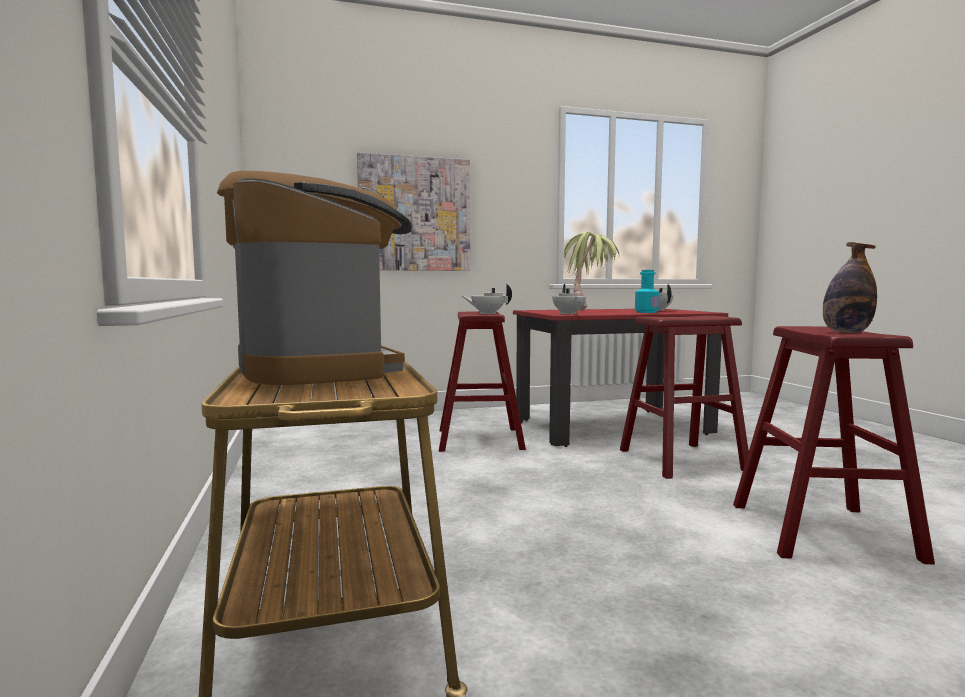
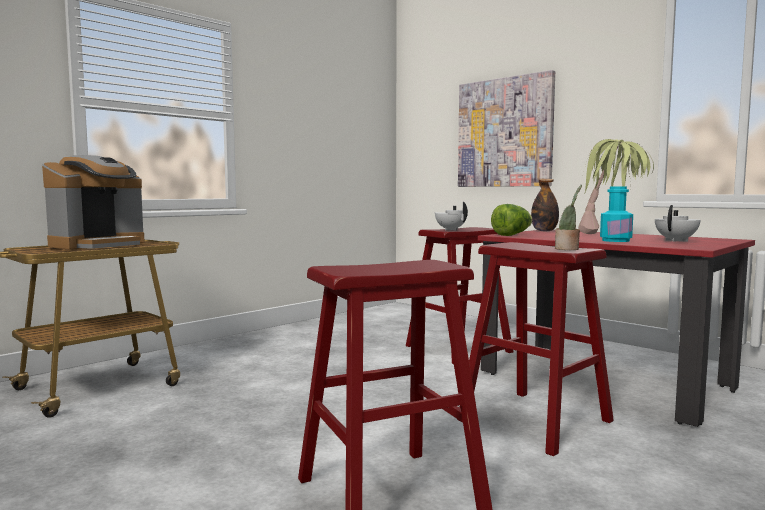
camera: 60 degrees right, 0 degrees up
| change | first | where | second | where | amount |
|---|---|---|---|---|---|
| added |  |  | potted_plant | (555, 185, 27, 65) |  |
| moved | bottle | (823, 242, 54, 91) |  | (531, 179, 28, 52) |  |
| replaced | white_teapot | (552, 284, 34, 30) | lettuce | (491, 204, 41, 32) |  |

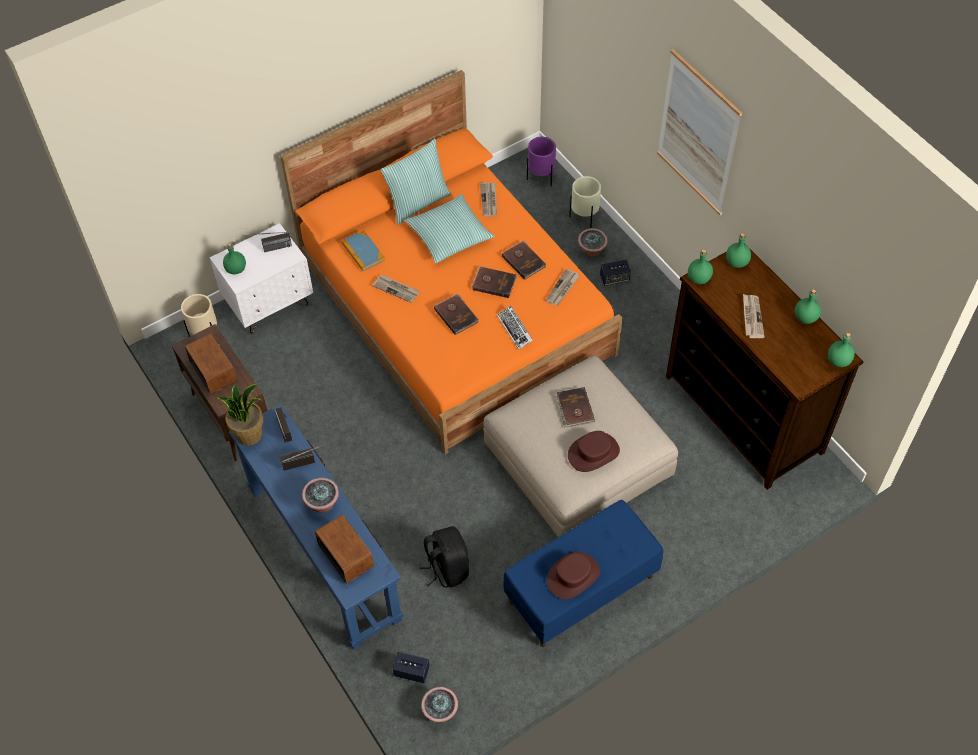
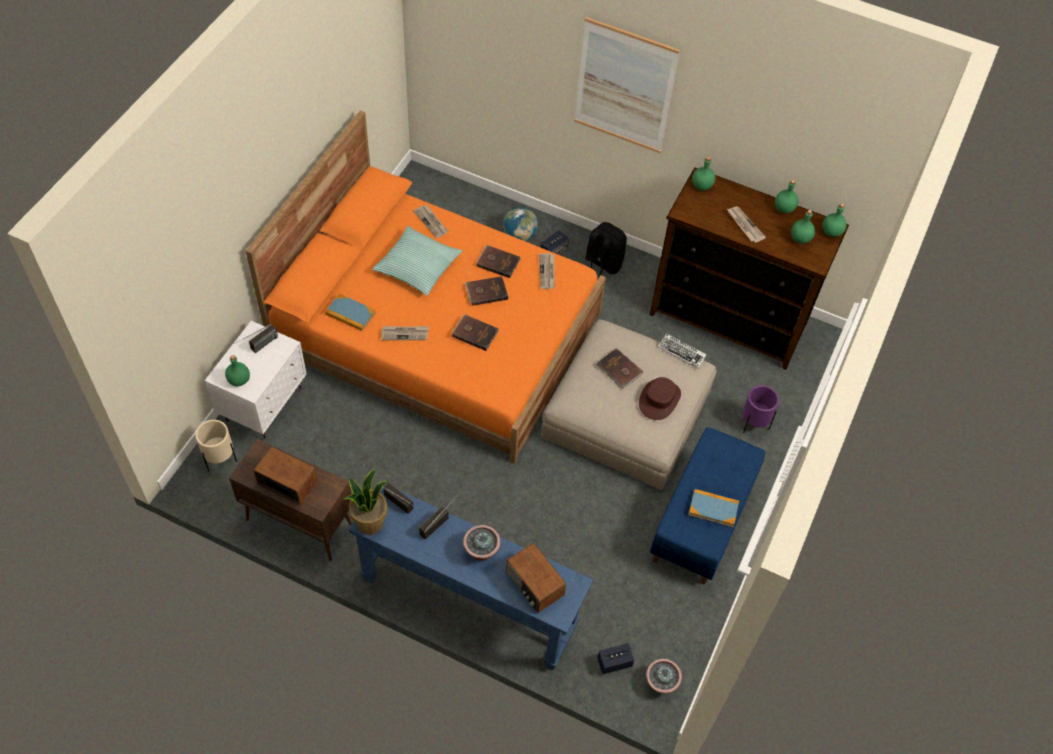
camera: 35 degrees left, 0 degrees up
| change | first | where | second | where | amount |
|---|---|---|---|---|---|
| removed | pillow | (380, 139, 71, 86) |  |  |  |
| removed | beige_planter | (569, 176, 32, 52) |  |  |  |
| moved | black_backpack | (420, 526, 49, 62) |  | (585, 222, 42, 56) |  |
| moved | keyboard | (497, 305, 36, 45) |  | (658, 333, 49, 35) |  |
| moved | purple_planter | (527, 137, 29, 49) |  | (743, 385, 36, 48) |  |
| moved | green_bottle | (688, 249, 25, 35) |  | (791, 210, 24, 33) |  |
| replaced | brown_hat | (546, 552, 54, 47) | book | (689, 489, 50, 38) |  |
| replaced | potted_plant | (578, 228, 30, 29) | globe | (503, 207, 35, 34) |  |
| turned | radio | (315, 514, 59, 70) |  | (506, 543, 60, 70) | 150 degrees counterclockwise |

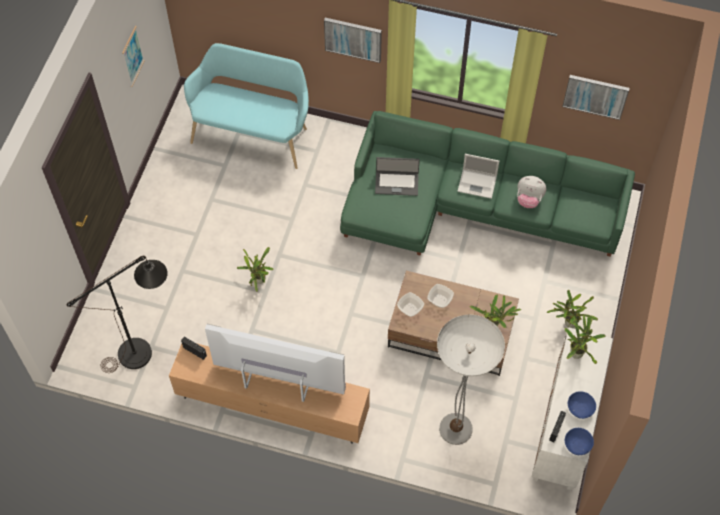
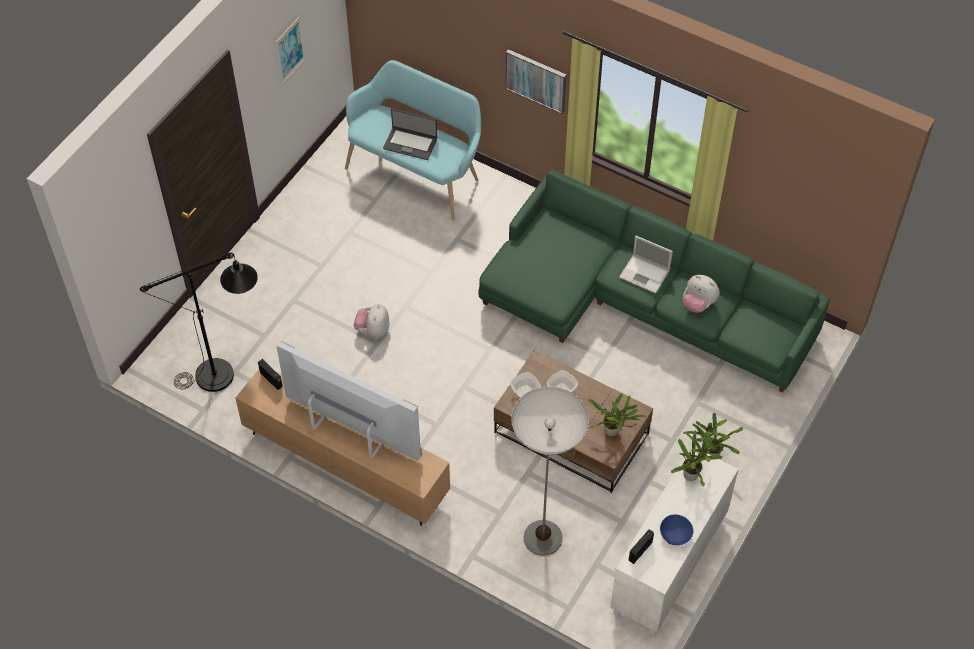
camera: 15 degrees right, 5 degrees down
| change | first | where | second | where | amount |
|---|---|---|---|---|---|
| removed | picture | (562, 75, 68, 45) |  |  |  |
| removed | blue_bowl | (565, 428, 29, 27) |  |  |  |
| moved | laptop | (375, 157, 45, 39) |  | (383, 108, 54, 52) |  |
| replaced | potted_plant | (237, 247, 37, 45) | plush_toy | (354, 304, 35, 34) |  |

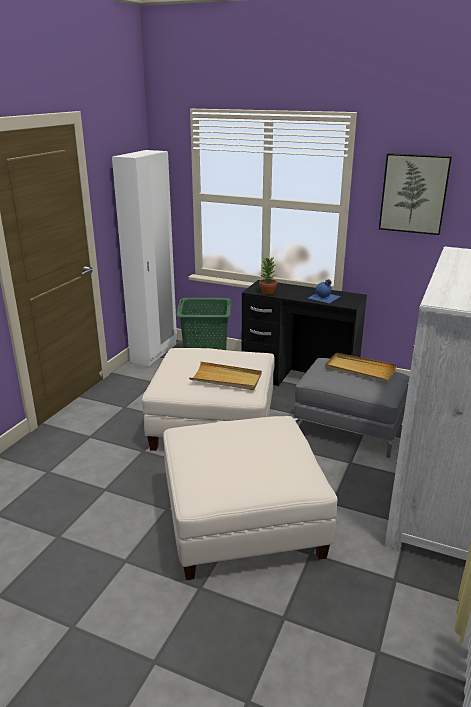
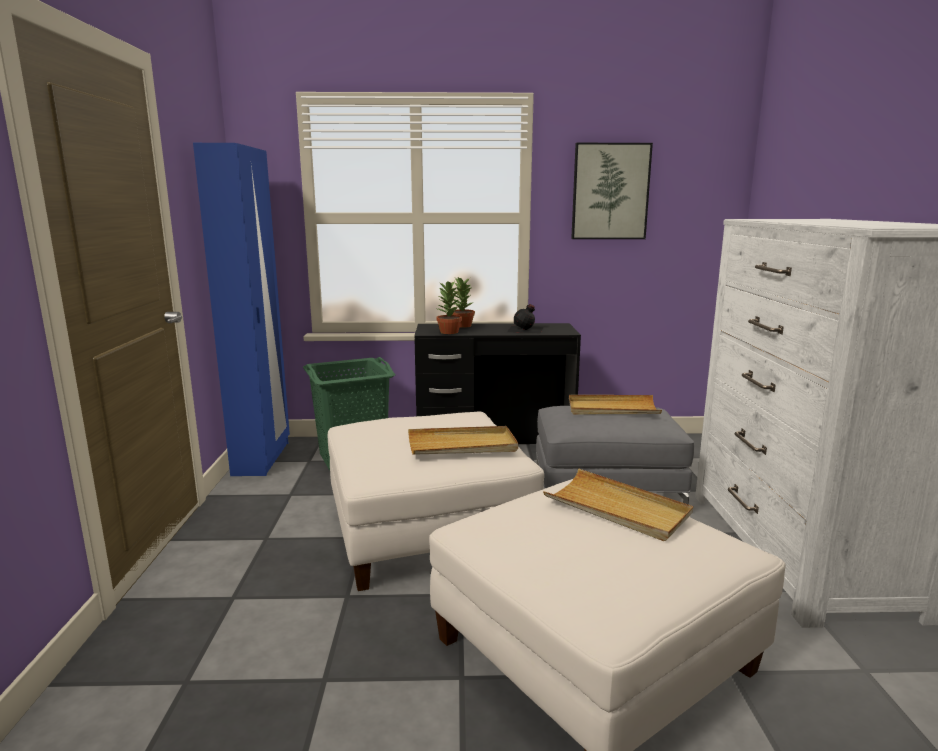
camera: 25 degrees left, 10 degrees down
| change | first | where | second | where | amount |
|---|---|---|---|---|---|
| added |  |  | potted_plant | (452, 277, 23, 51) |  |
| added |  |  | beige_tray | (543, 469, 150, 72) |  |
| recoloured | white_wardrobe | (112, 150, 65, 216) | blue_wardrobe | (193, 143, 97, 333) |  |
| recoloured | blue_bottle | (308, 279, 33, 24) | black_bottle | (507, 304, 36, 29) |  |

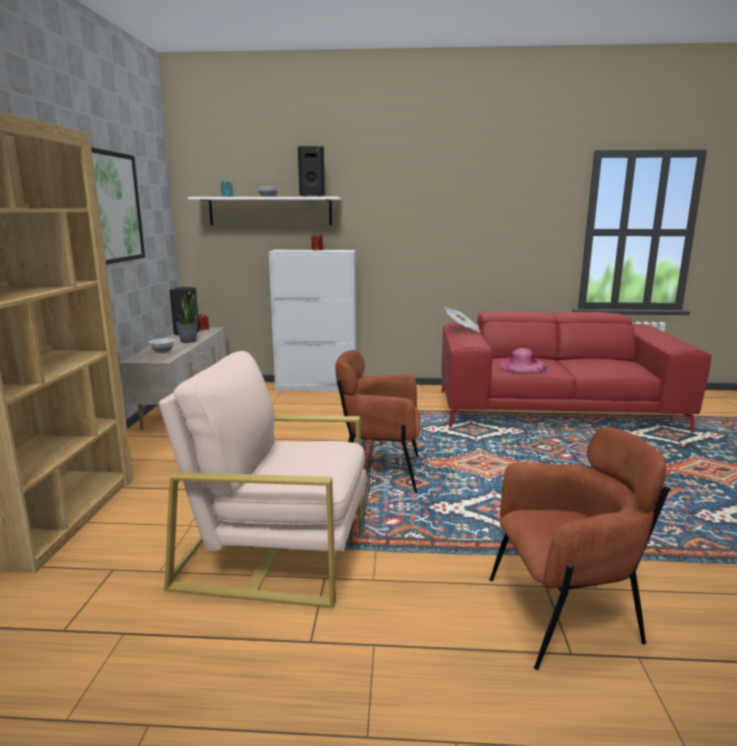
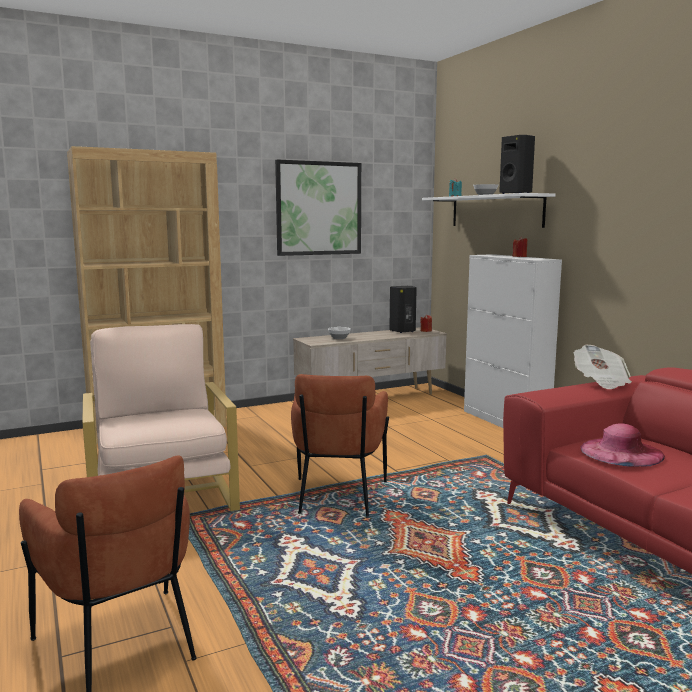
camera: 60 degrees right, 5 degrees down
| change | first | where | second | where | amount |
|---|---|---|---|---|---|
| removed | potted_plant | (176, 294, 22, 49) |  |  |  |
| turned | brown_armchair | (335, 350, 85, 143) |  | (291, 374, 98, 143) | 150 degrees counterclockwise |

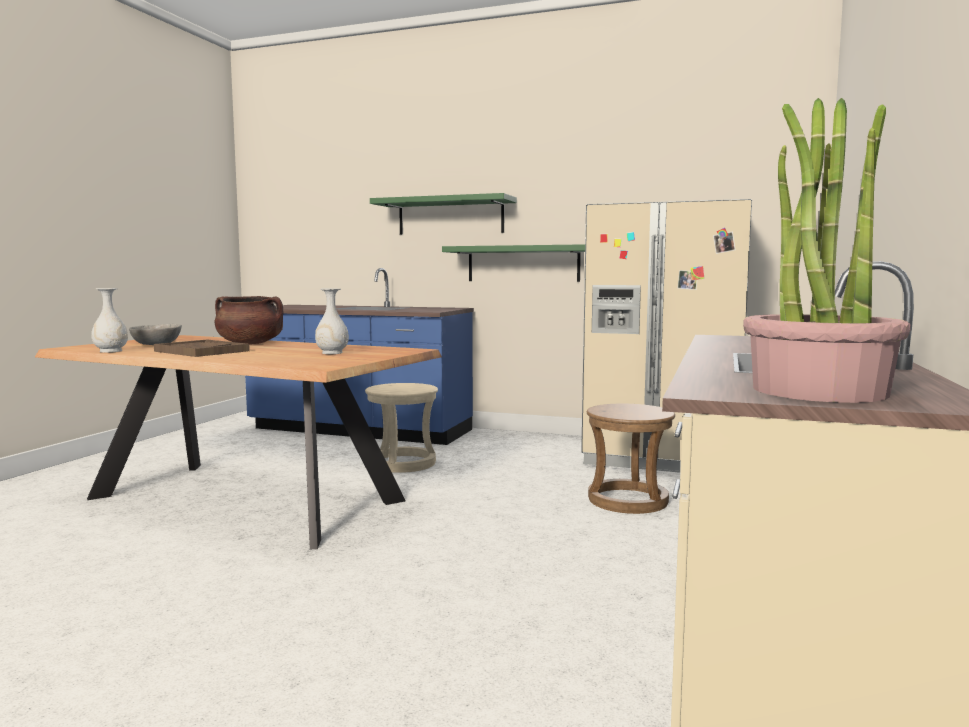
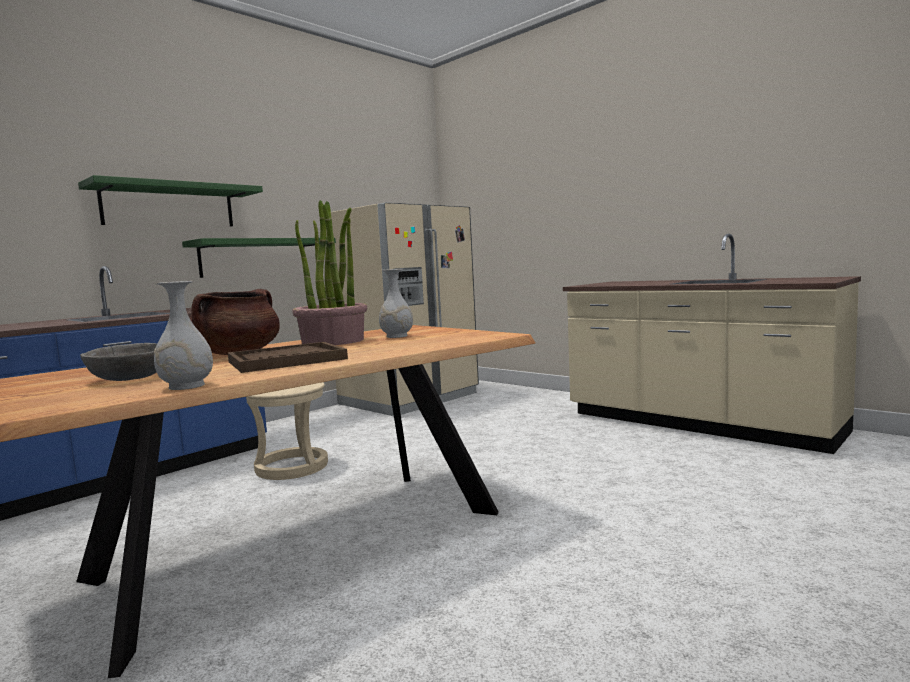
camera: 65 degrees left, 0 degrees up
| change | first | where | second | where | amount |
|---|---|---|---|---|---|
| removed | brown_stool | (587, 404, 88, 110) |  |  |  |
| moved | potted_plant | (743, 98, 168, 305) |  | (292, 200, 75, 145) |  |

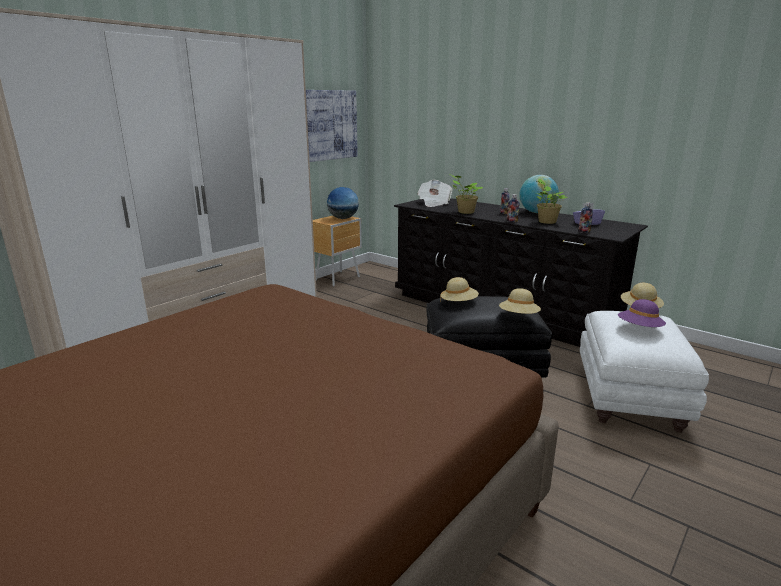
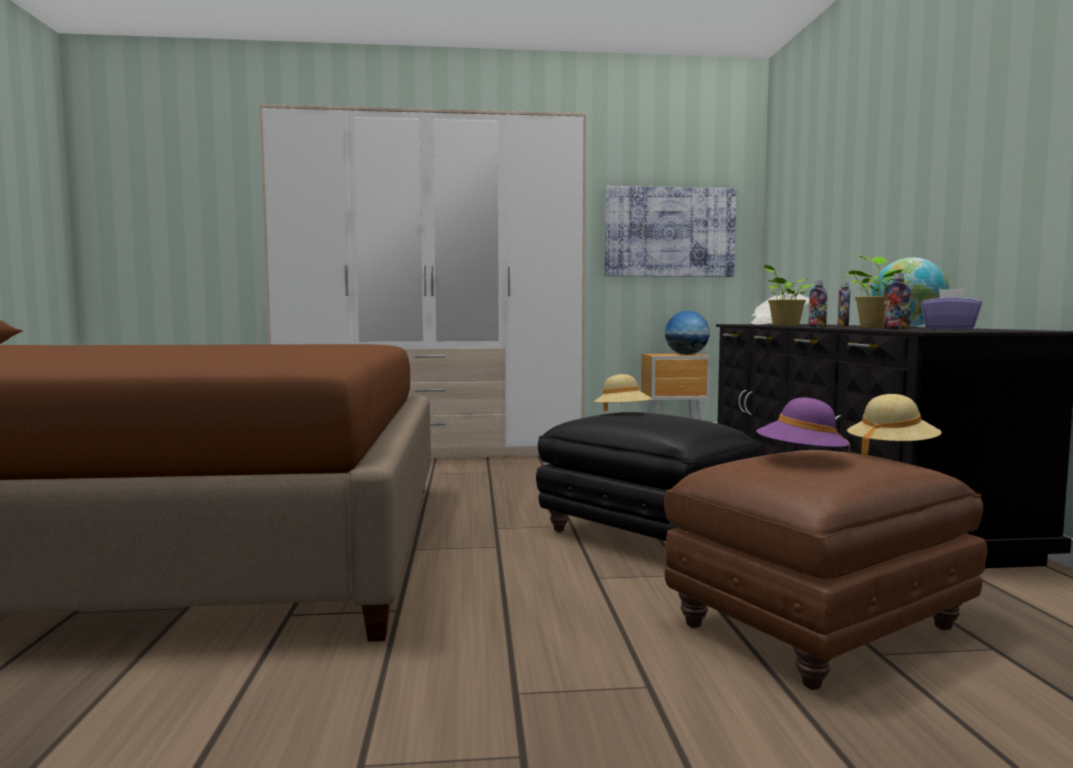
camera: 45 degrees right, 15 degrees down
| change | first | where | second | where | amount |
|---|---|---|---|---|---|
| removed | beige_hat | (499, 288, 42, 26) |  |  |  |
| recoloured | white_ottoman | (580, 311, 129, 122) | brown_ottoman | (664, 450, 324, 240) |  |

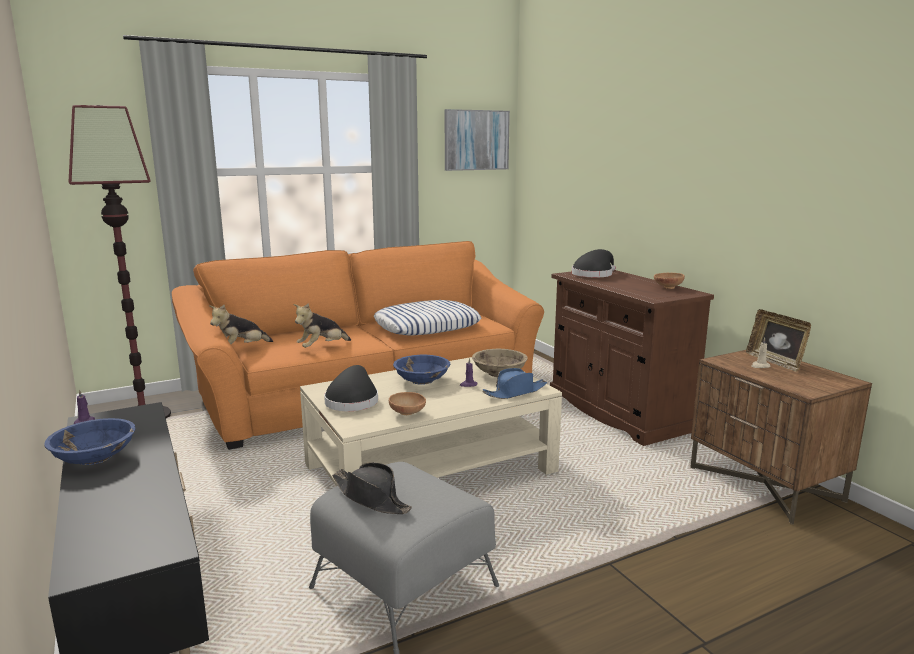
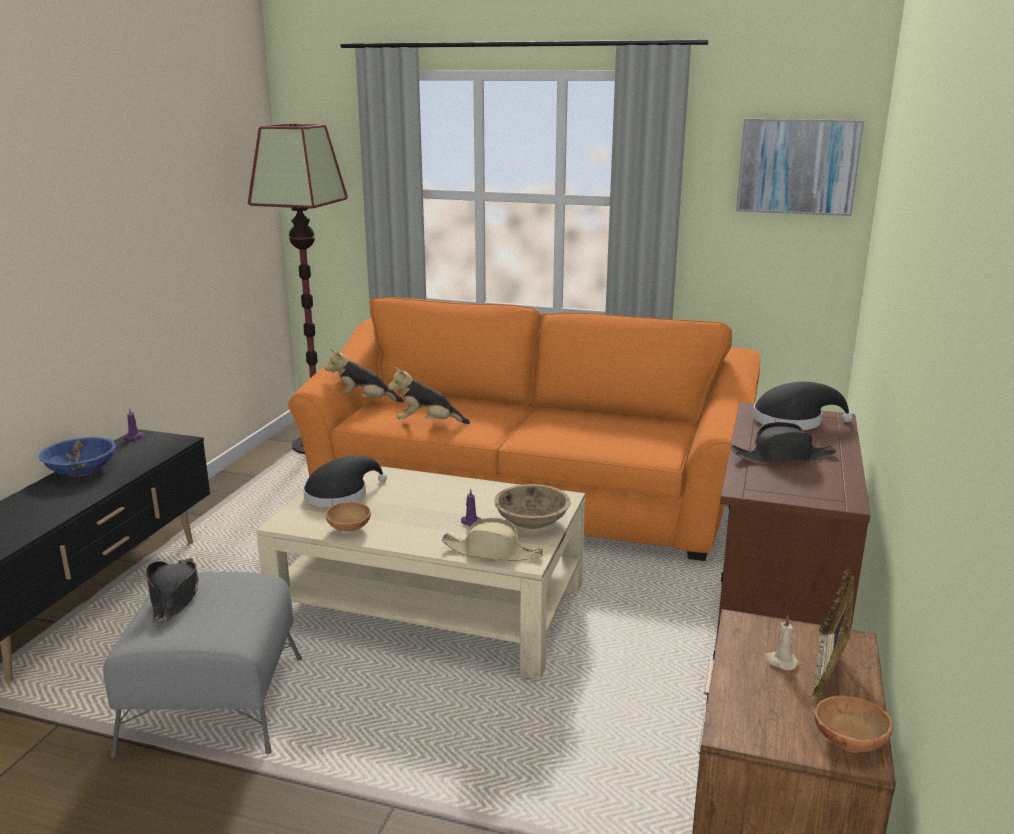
camera: 45 degrees right, 5 degrees up
| change | first | where | second | where | amount |
|---|---|---|---|---|---|
| removed | pillow | (374, 300, 107, 36) |  |  |  |
| removed | blue_bowl | (393, 355, 57, 30) |  |  |  |
| added |  |  | black_hat | (731, 422, 106, 41) |  |
| moved | brown_bowl | (654, 273, 31, 16) |  | (815, 695, 78, 58) |  |
| recoloured | blue_hat | (483, 368, 64, 31) | beige_hat | (442, 518, 102, 43) |  |

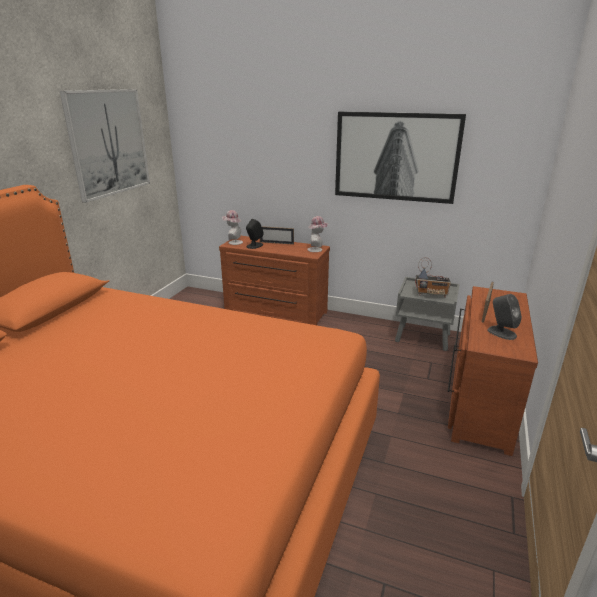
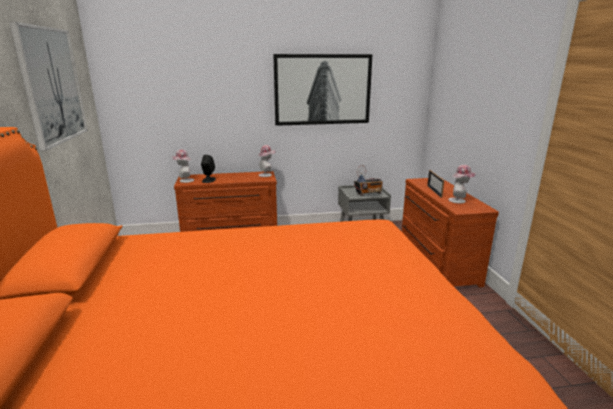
camera: 30 degrees left, 5 degrees down
| change | first | where | second | where | amount |
|---|---|---|---|---|---|
| removed | picture_frame | (260, 226, 34, 19) |  |  |  |
| replaced | grey_speaker | (487, 294, 35, 46) | hat | (448, 165, 28, 38) |  |

